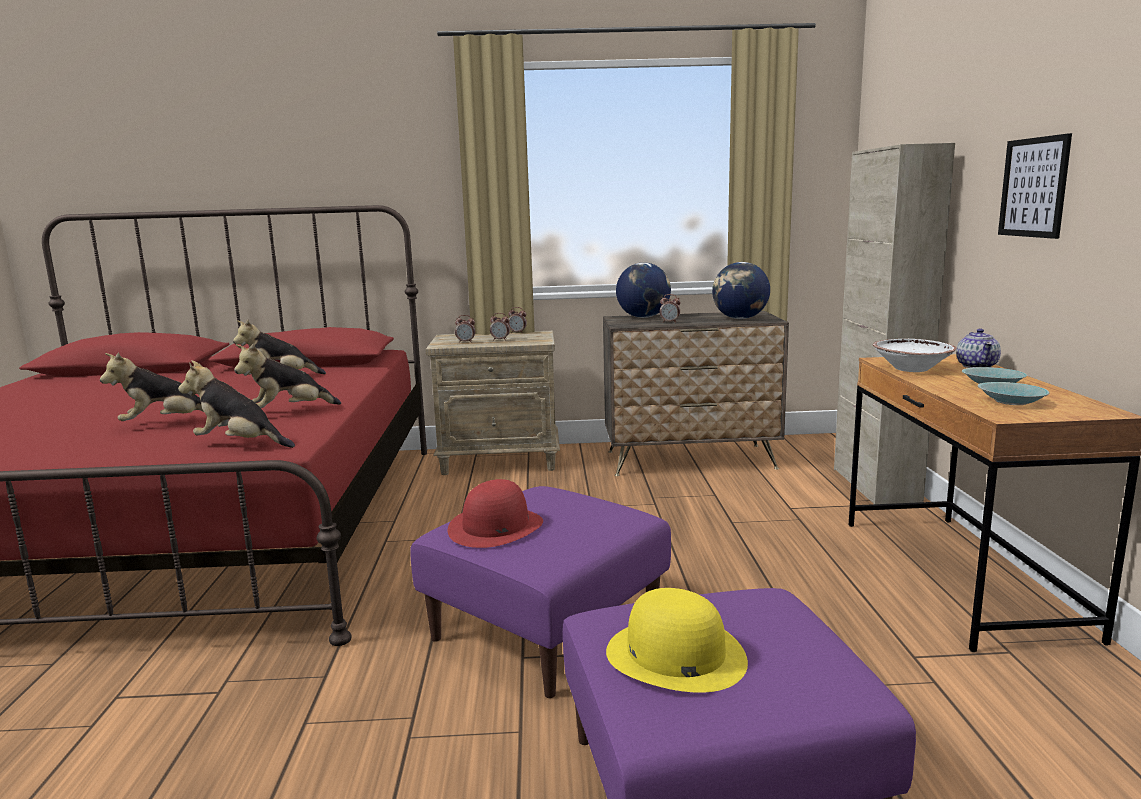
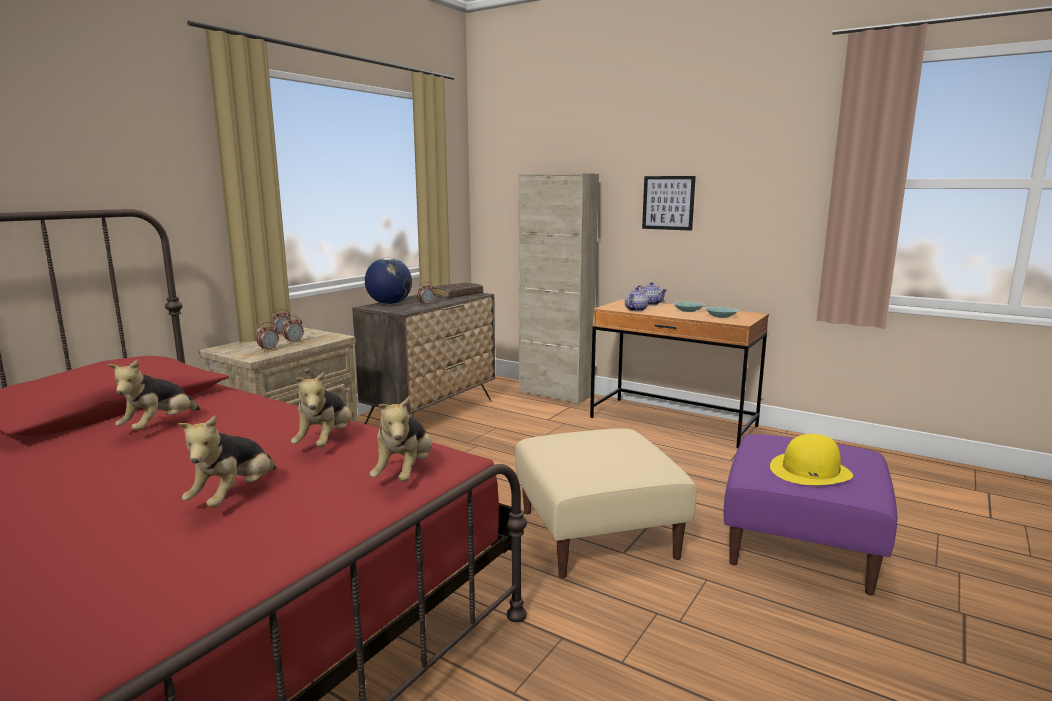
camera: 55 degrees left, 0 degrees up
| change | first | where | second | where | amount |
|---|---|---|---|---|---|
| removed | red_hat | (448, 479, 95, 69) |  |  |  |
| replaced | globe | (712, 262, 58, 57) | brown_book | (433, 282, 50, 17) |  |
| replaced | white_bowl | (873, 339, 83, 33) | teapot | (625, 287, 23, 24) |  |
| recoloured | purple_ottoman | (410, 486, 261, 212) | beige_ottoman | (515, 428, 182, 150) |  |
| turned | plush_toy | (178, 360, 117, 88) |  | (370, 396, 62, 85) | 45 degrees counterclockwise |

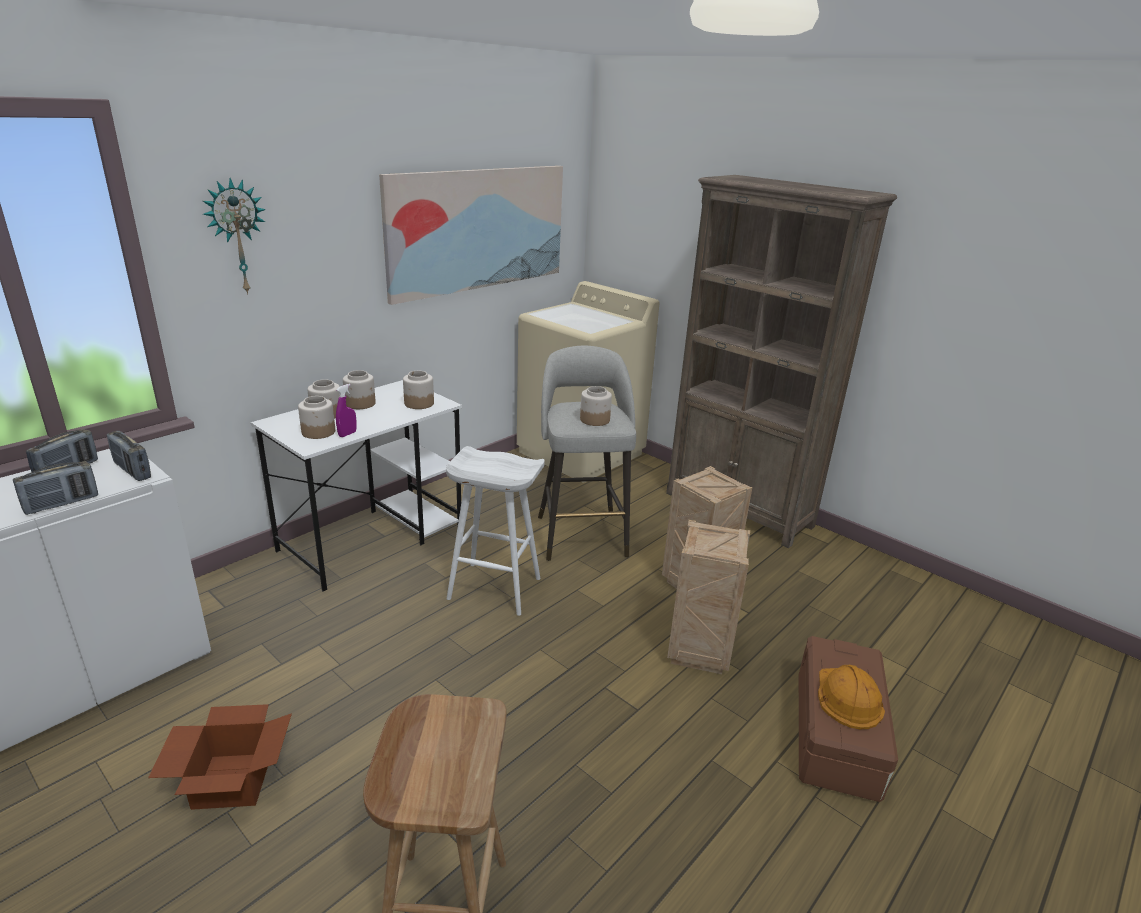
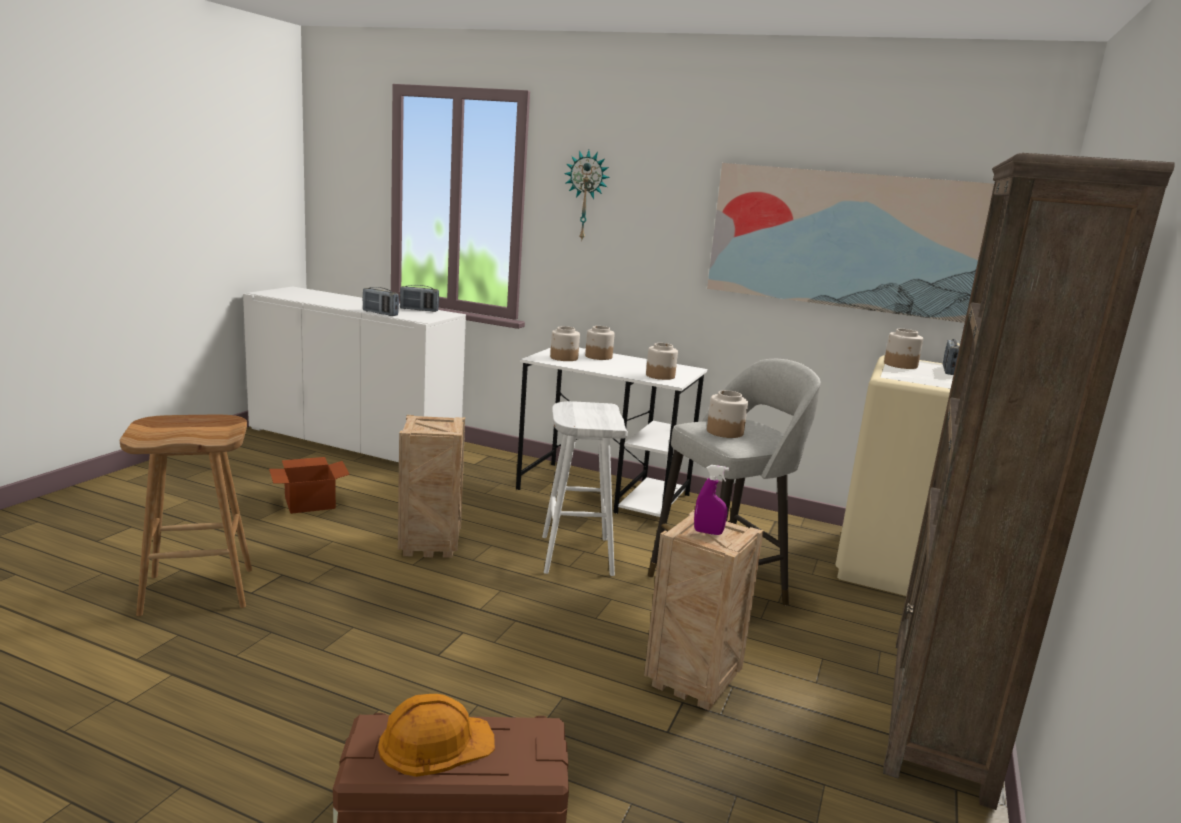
camera: 70 degrees right, 10 degrees down
| change | first | where | second | where | amount |
|---|---|---|---|---|---|
| moved | radio | (107, 431, 44, 50) |  | (943, 339, 17, 36) |  |
| moved | purple_spray_bottle | (336, 384, 21, 53) |  | (694, 465, 35, 70) |  |
| moved | jar | (343, 370, 33, 39) |  | (884, 329, 39, 40) |  |
| moved | crate | (667, 520, 83, 154) |  | (398, 415, 67, 143) |  |

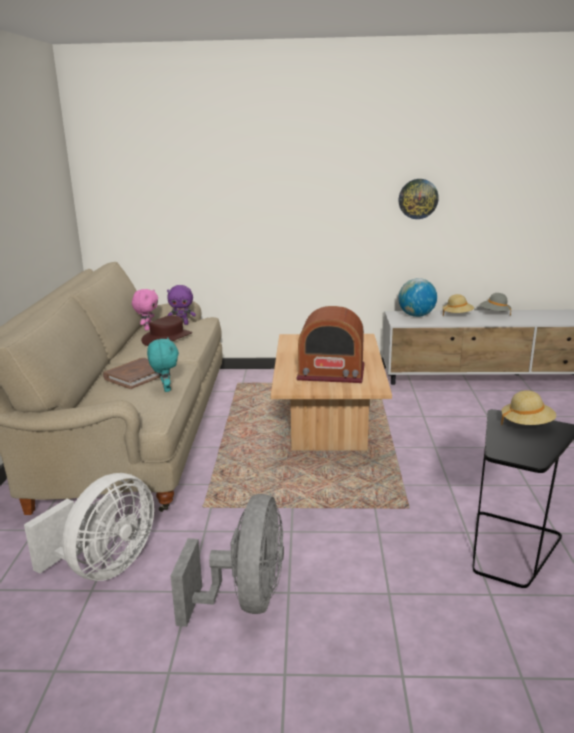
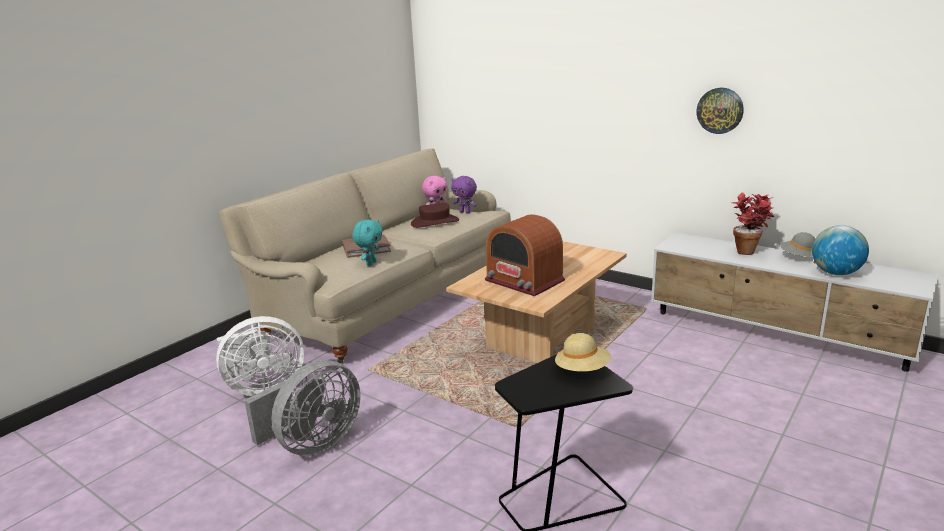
camera: 35 degrees right, 0 degrees up
| change | first | where | second | where | amount |
|---|---|---|---|---|---|
| moved | globe | (398, 278, 39, 39) |  | (812, 225, 57, 50) |  |
| replaced | beige_hat | (442, 294, 32, 22) | potted_plant | (732, 192, 42, 63) |  |

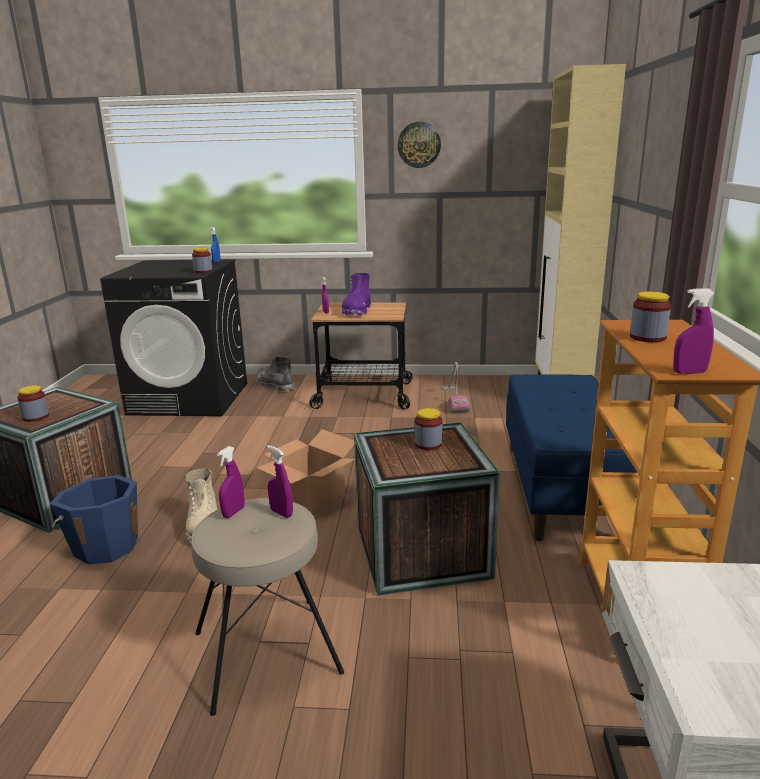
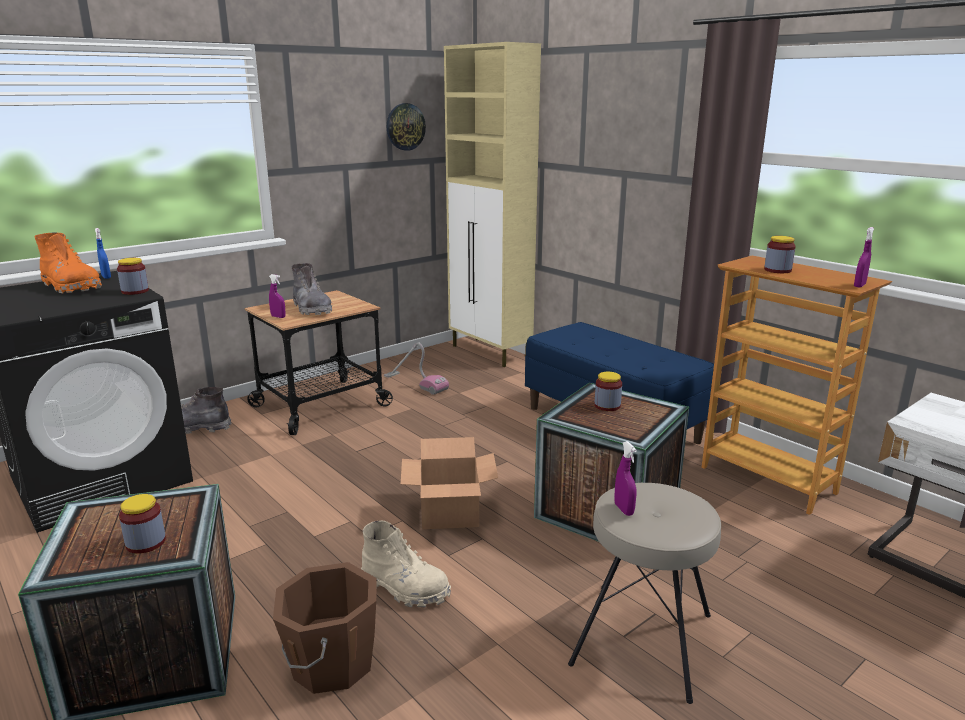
camera: 45 degrees left, 0 degrees up
| change | first | where | second | where | amount |
|---|---|---|---|---|---|
| removed | purple_spray_bottle | (267, 445, 26, 73) |  |  |  |
| added |  |  | orange_boot | (34, 232, 68, 61) |  |
| moved | wall_clock | (398, 122, 43, 46) |  | (387, 103, 39, 48) |  |
| recoloured | blue_bucket | (50, 475, 88, 90) | brown_bucket | (273, 562, 104, 132) |  |
| recoloured | purple_boot | (342, 273, 29, 43) | grey_boot | (291, 263, 41, 52) |  |

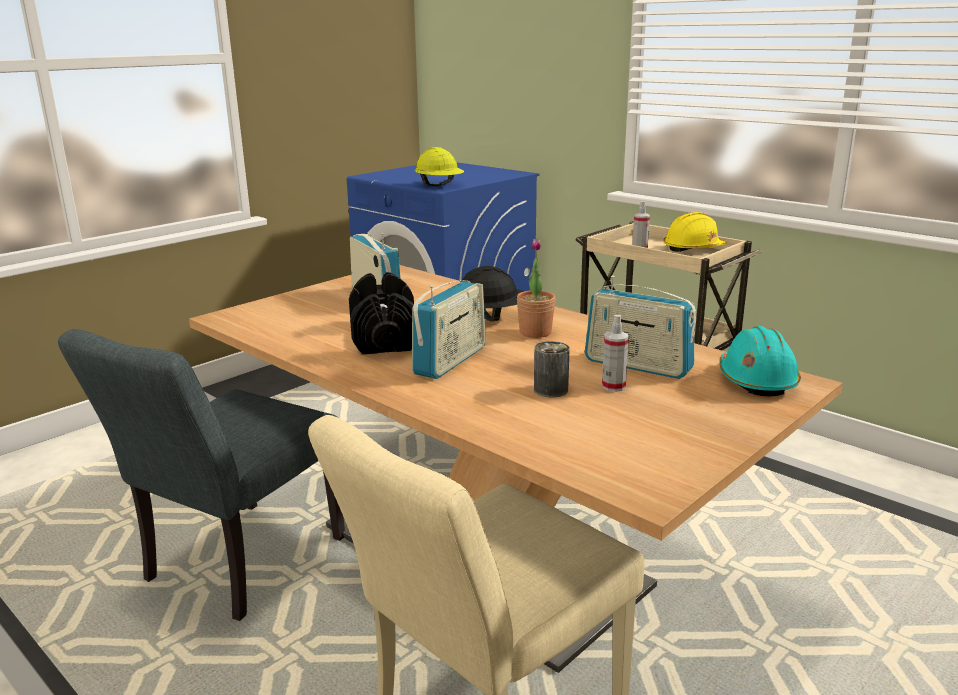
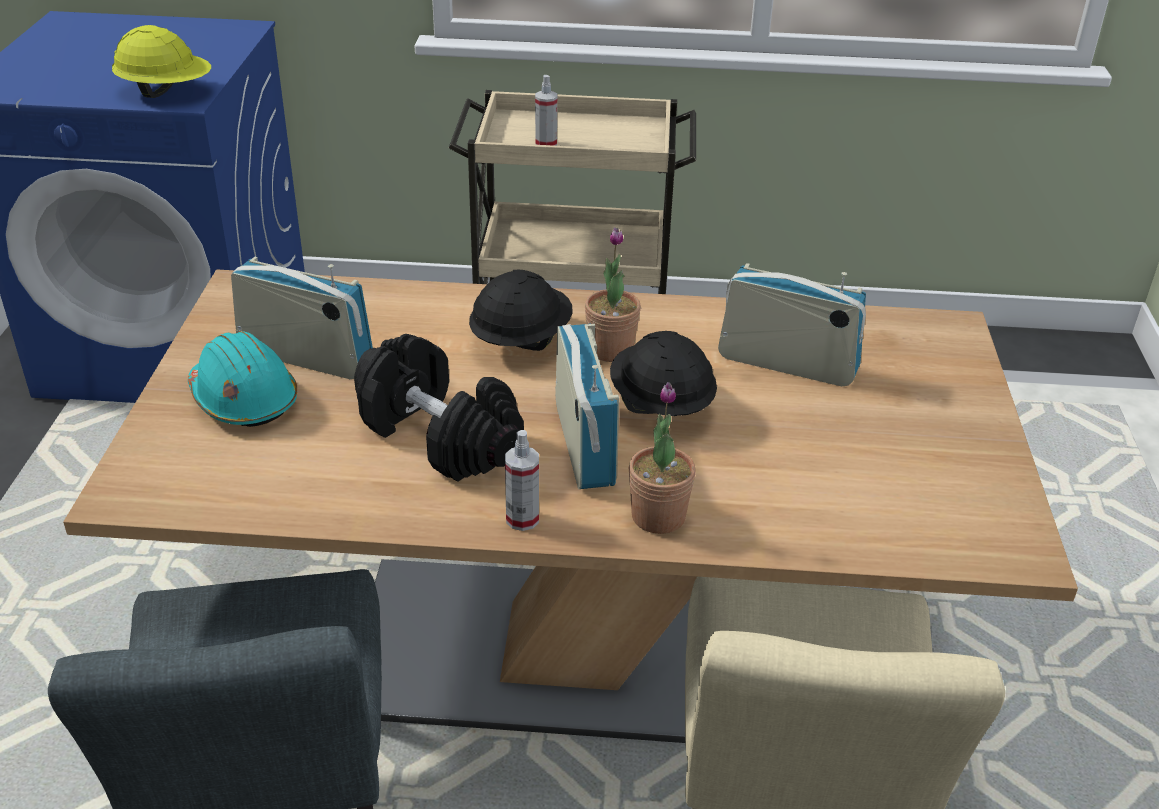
camera: 40 degrees left, 15 degrees up
| change | first | where | second | where | amount |
|---|---|---|---|---|---|
| removed | can | (534, 341, 36, 56) |  |  |  |
| removed | yellow_hard_hat | (663, 212, 64, 40) |  |  |  |
| added |  |  | black_hard_hat | (610, 331, 107, 85) |  |
| added |  |  | potted_plant | (629, 382, 67, 152) |  |
| moved | spray_bottle | (602, 315, 27, 77) |  | (505, 430, 34, 101) |  |
| moved | turquoise_hard_hat | (719, 326, 82, 71) |  | (188, 331, 109, 96) |  |
| turned | radio | (585, 275, 112, 104) |  | (718, 263, 148, 123) | 150 degrees counterclockwise |

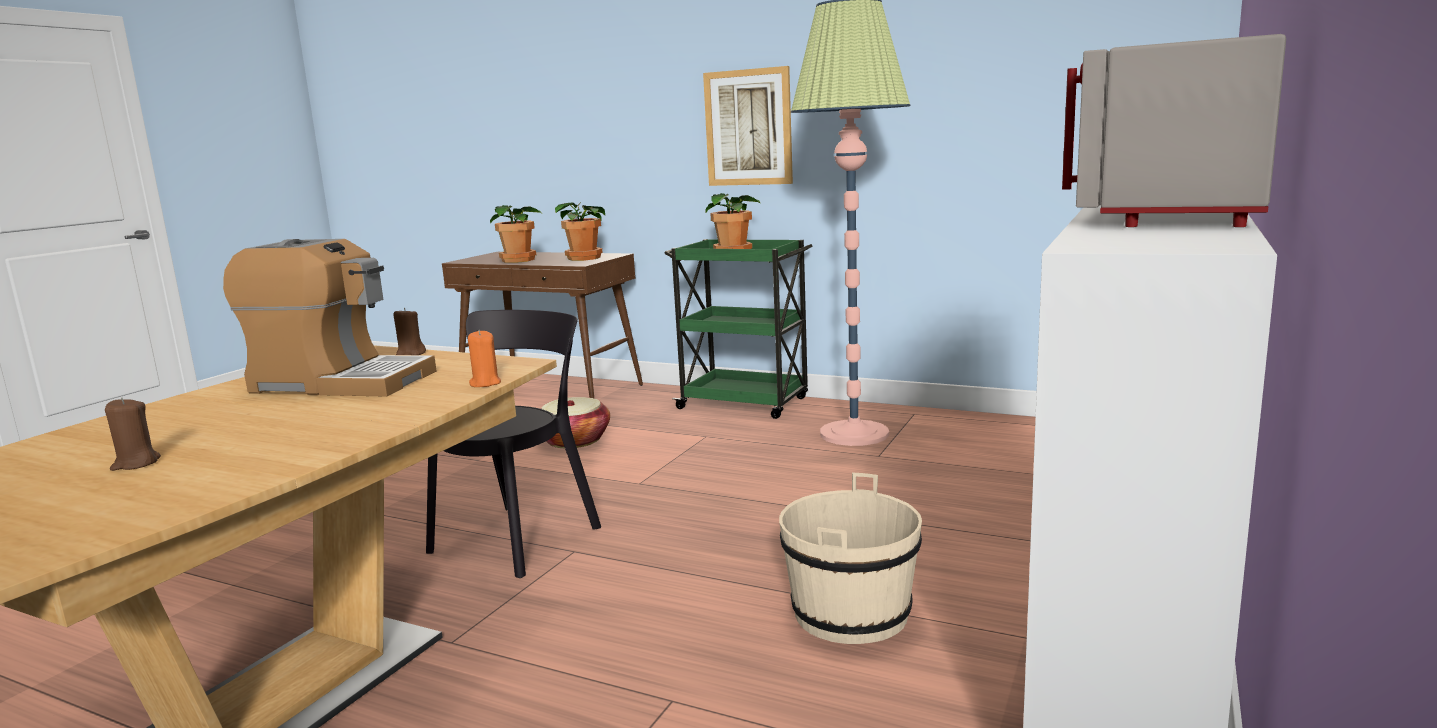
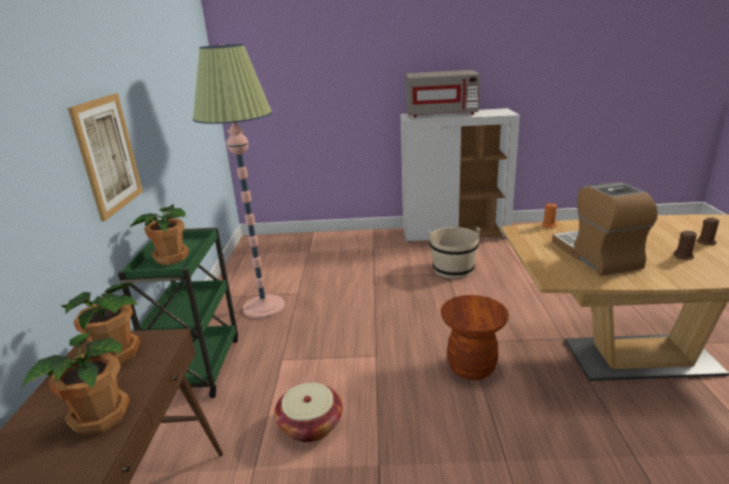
camera: 115 degrees left, 10 degrees up
| change | first | where | second | where | amount |
|---|---|---|---|---|---|
| moved | brown_candle | (394, 308, 32, 47) |  | (674, 231, 23, 29) |  |
| replaced | black_chair | (426, 310, 175, 268) | brown_stool | (441, 295, 68, 85) |  |

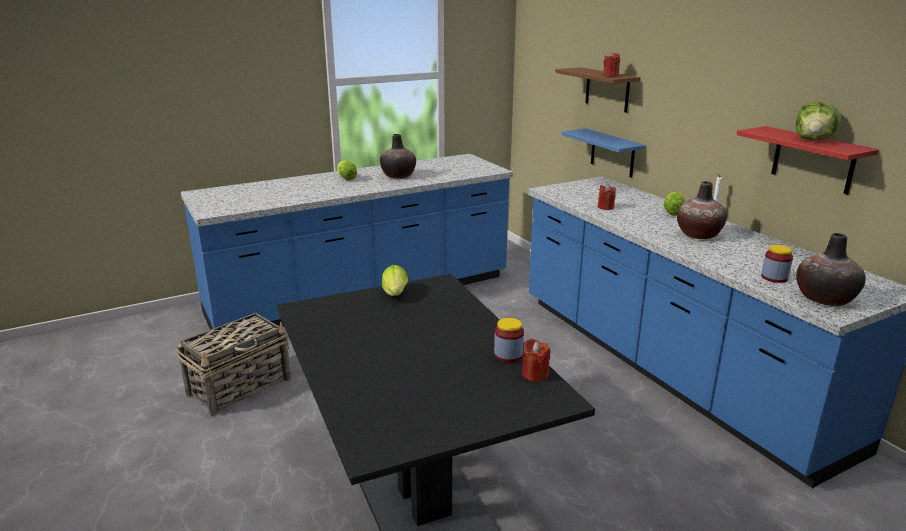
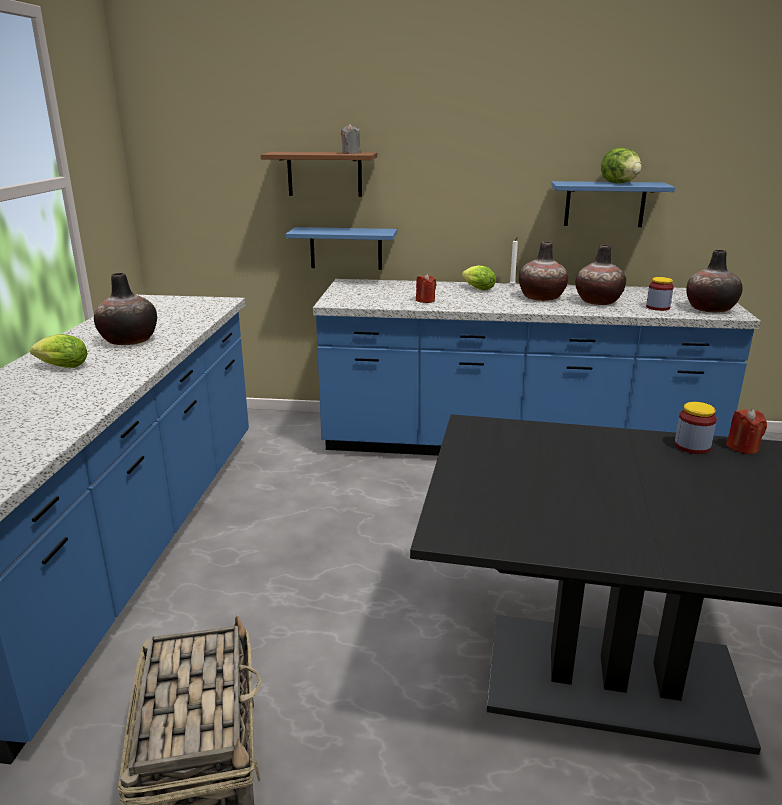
camera: 55 degrees left, 0 degrees up
| change | first | where | second | where | amount |
|---|---|---|---|---|---|
| removed | lettuce | (382, 265, 26, 31) |  |  |  |
| added |  |  | vase | (575, 244, 51, 61) |  |
| recoloured | red_candle | (603, 52, 17, 25) | grey_candle | (341, 124, 20, 30) |  |
| recoloured | red_shelf | (737, 126, 142, 68) | blue_shelf | (551, 181, 124, 46) |  |

